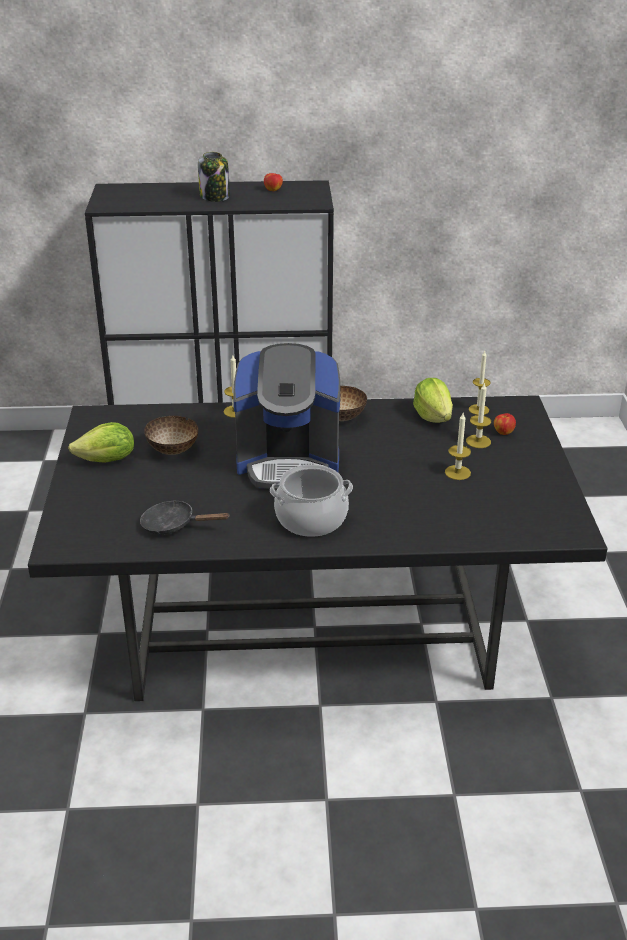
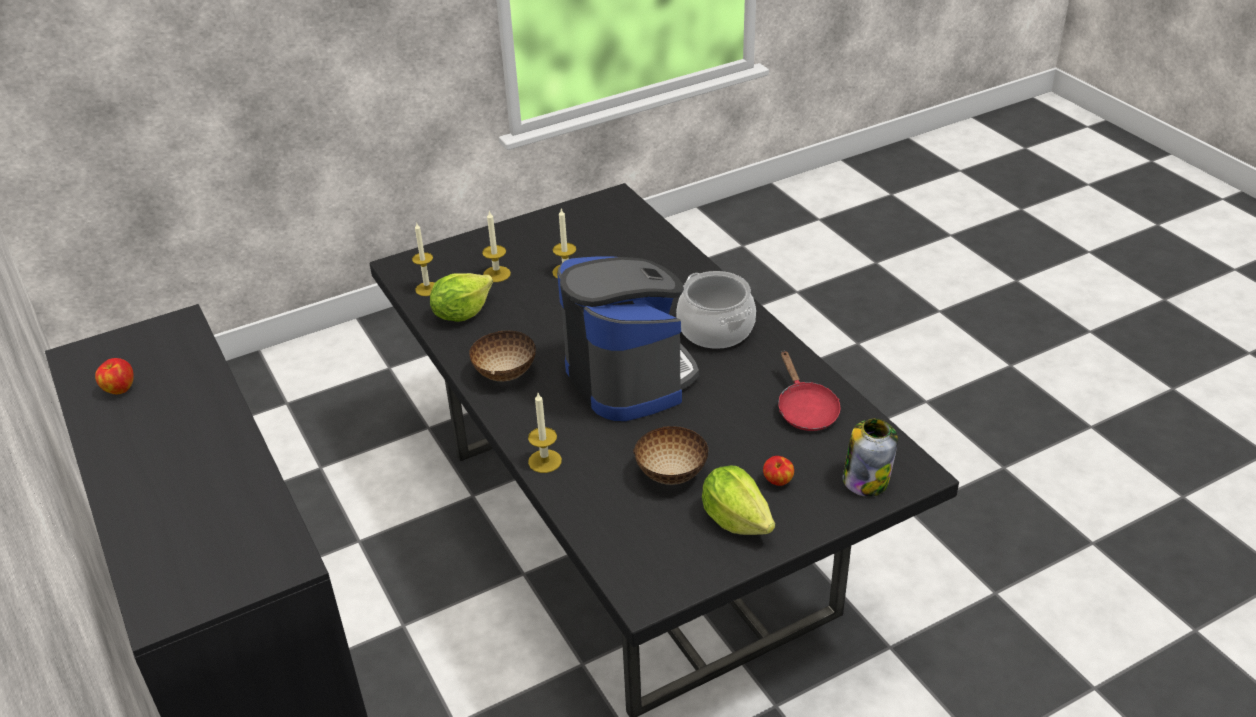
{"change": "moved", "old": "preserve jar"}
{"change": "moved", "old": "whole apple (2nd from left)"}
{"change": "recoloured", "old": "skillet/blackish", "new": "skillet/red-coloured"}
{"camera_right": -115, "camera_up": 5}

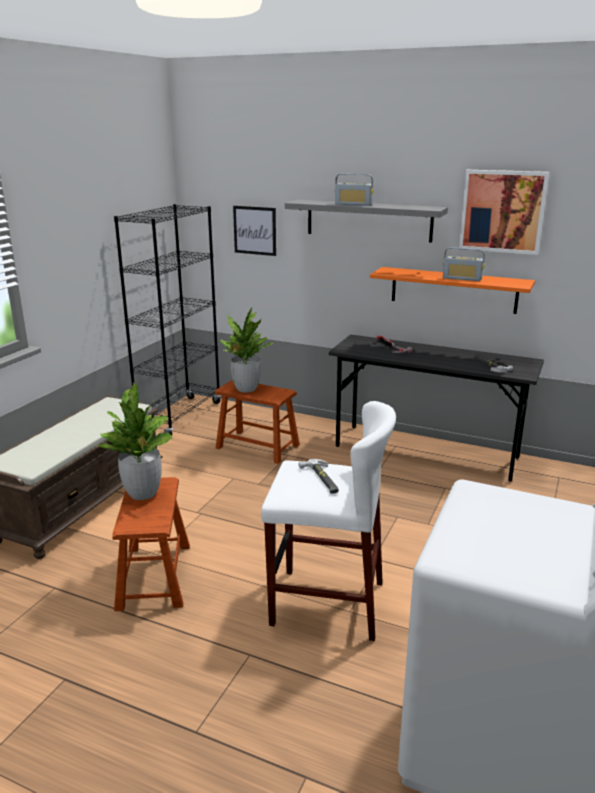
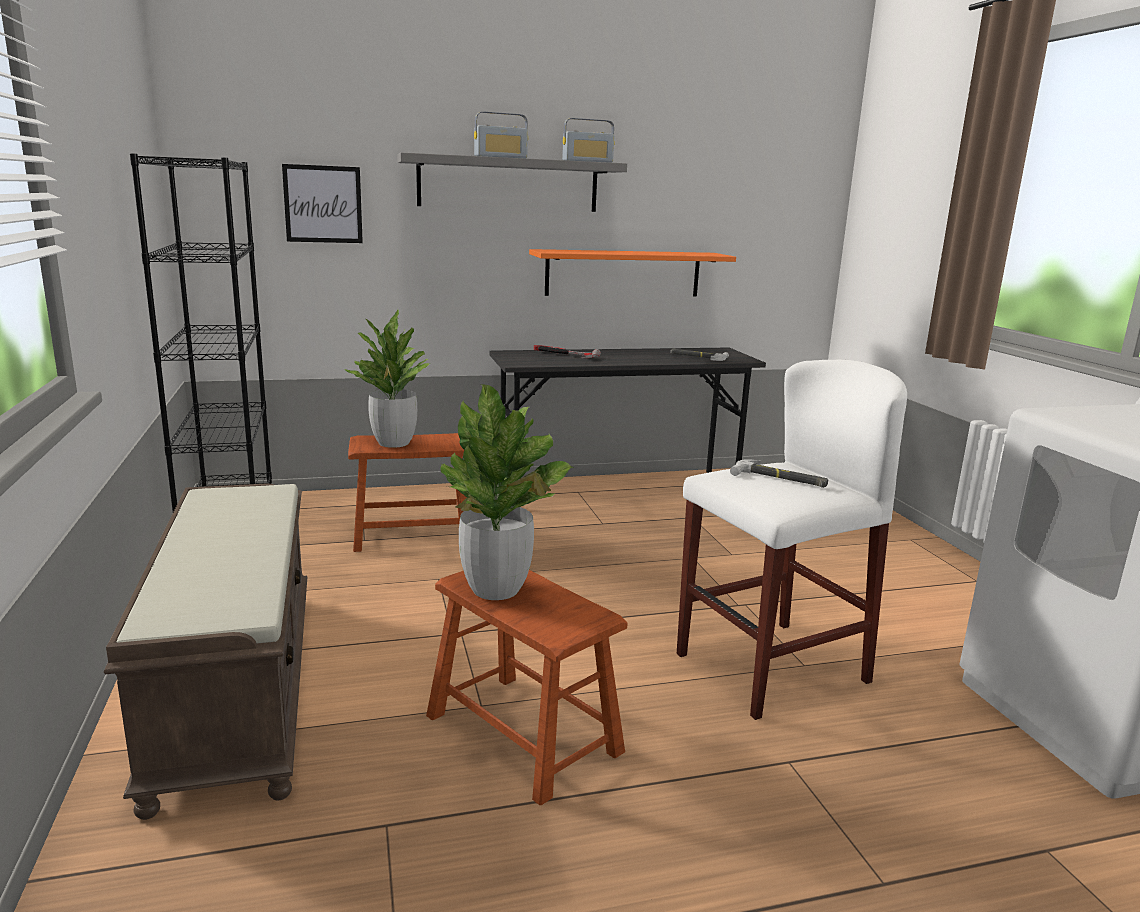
{"change": "removed", "old": "wall picture (2nd from left)"}
{"change": "moved", "old": "radio (2nd from left)"}
{"camera_right": -40, "camera_up": -5}

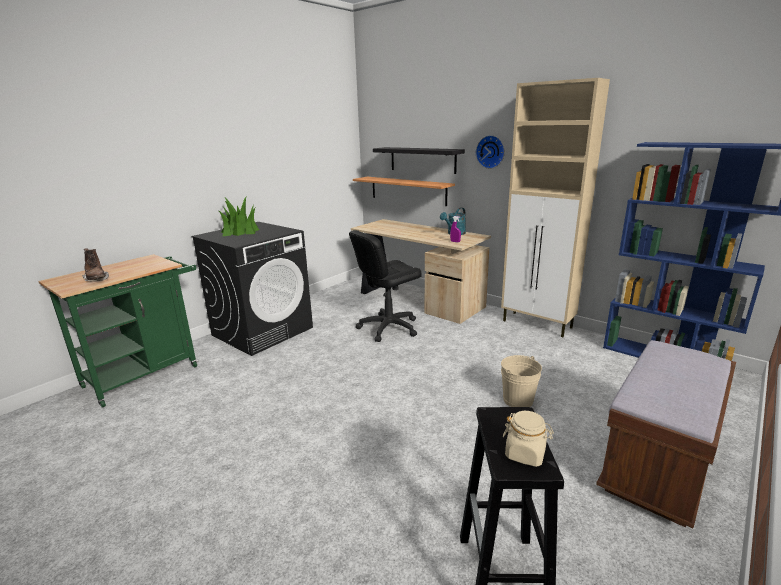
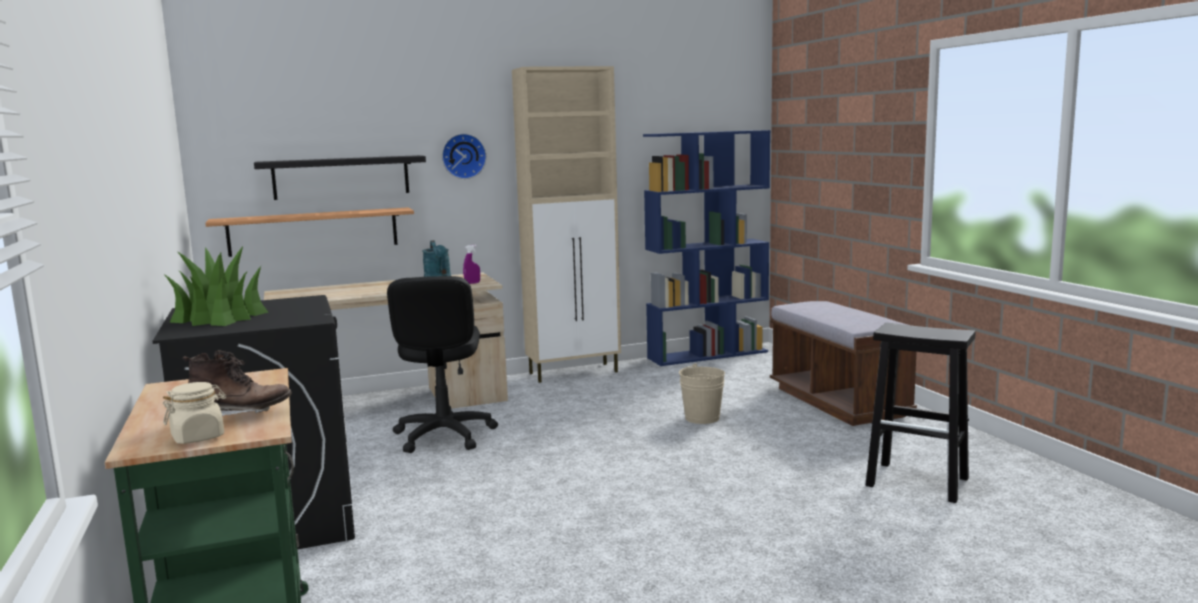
{"change": "moved", "old": "preserve jar/beige-coloured"}
{"camera_right": -60, "camera_up": -10}

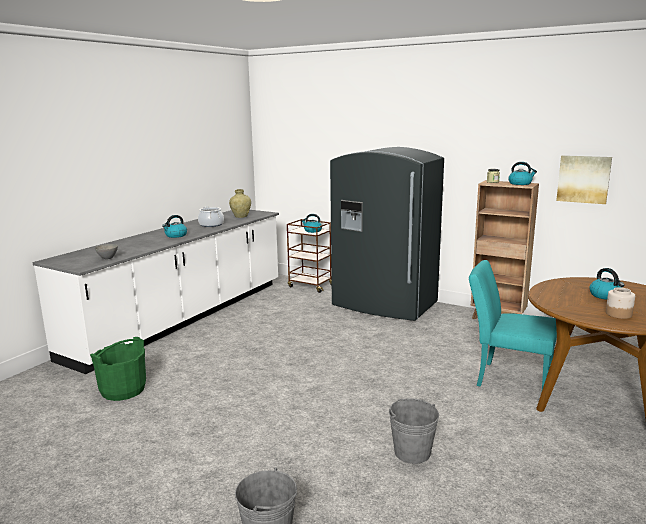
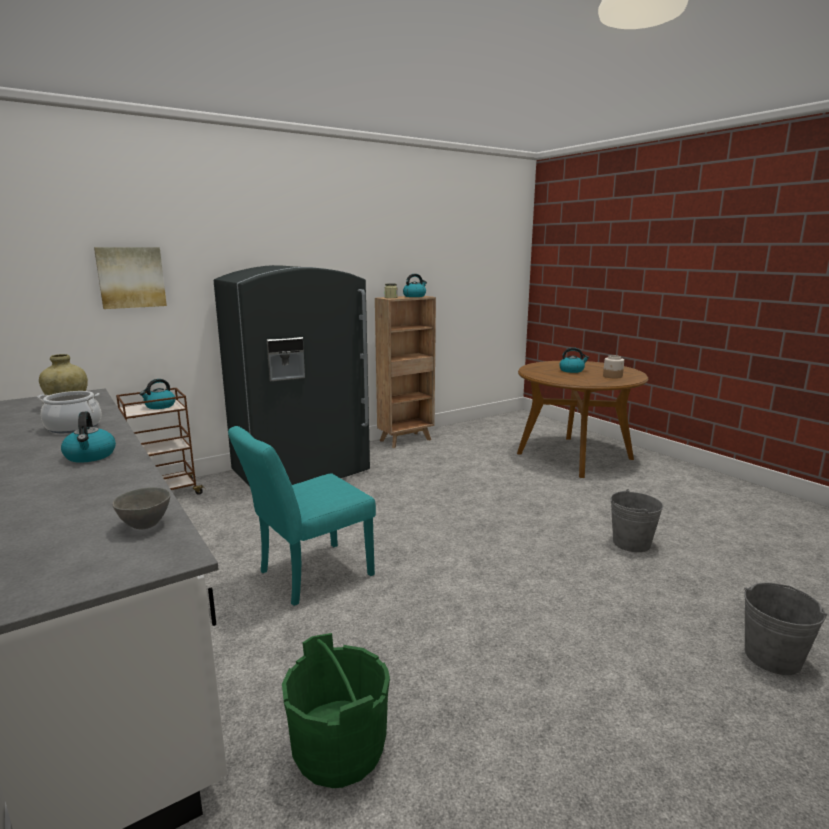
{"change": "moved", "old": "upright chair/turquoise"}
{"change": "moved", "old": "wall picture"}
{"camera_right": -65, "camera_up": 0}

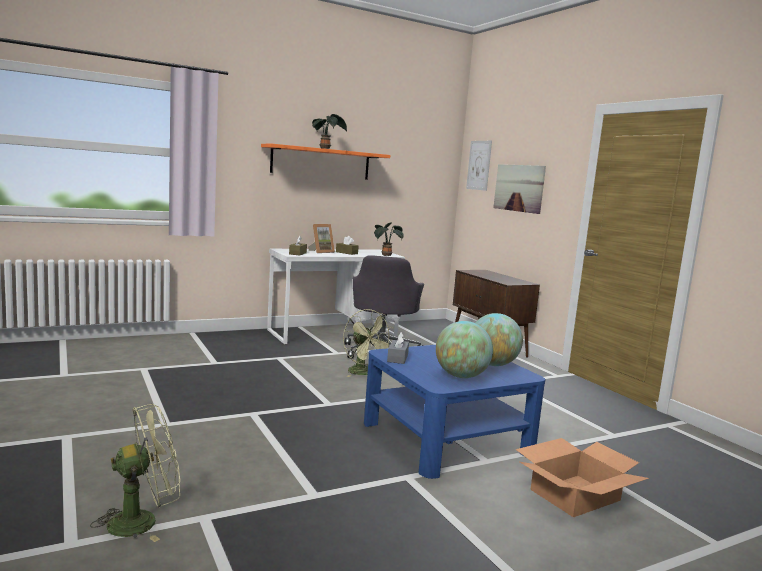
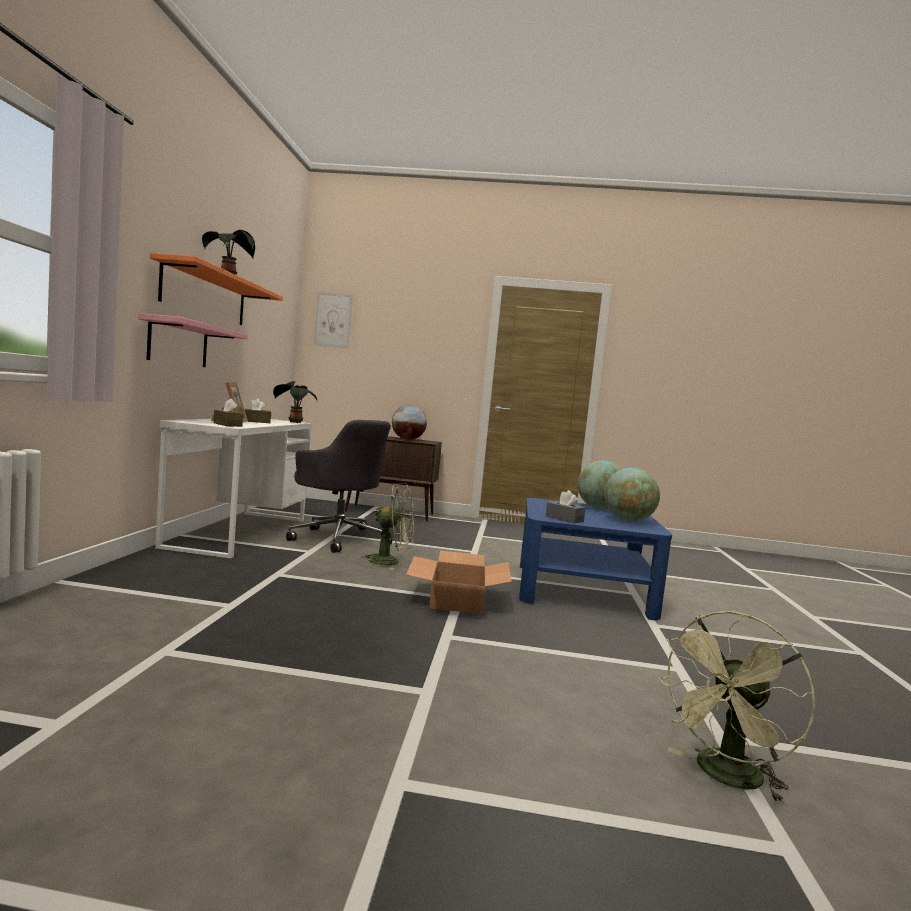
{"change": "removed", "old": "wall picture (2nd from left)"}
{"change": "added", "new": "wall shelf/pinkish"}
{"change": "added", "new": "globe (1st from left)"}
{"change": "moved", "old": "packing box"}
{"change": "turned", "old": "fan/greenish (1st from left in the first image)", "degrees": -135}
{"camera_right": -55, "camera_up": -5}

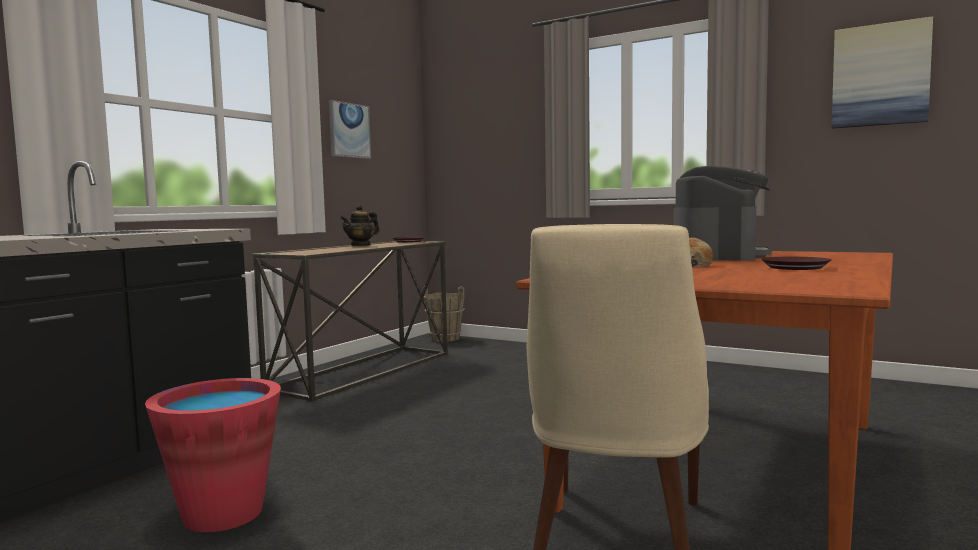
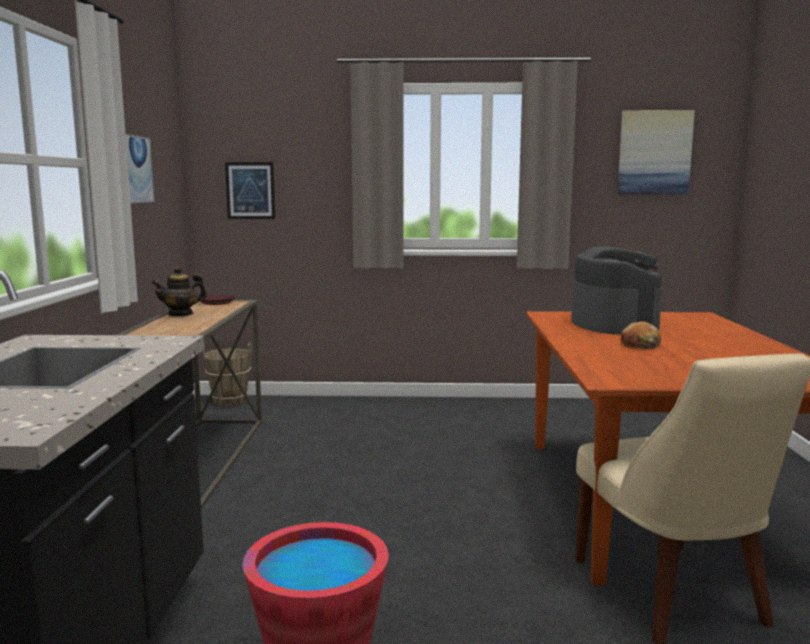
{"change": "removed", "old": "flat dish/brownish (2nd from left)"}
{"change": "added", "new": "wall picture (2nd from left)"}
{"change": "turned", "old": "teapot", "degrees": 45}
{"camera_right": -30, "camera_up": 5}

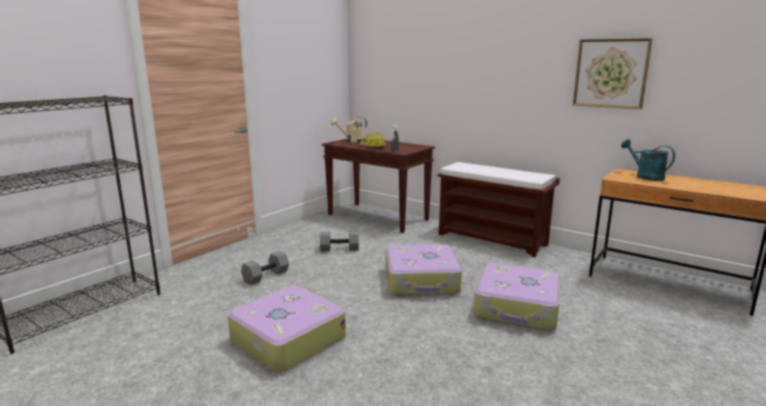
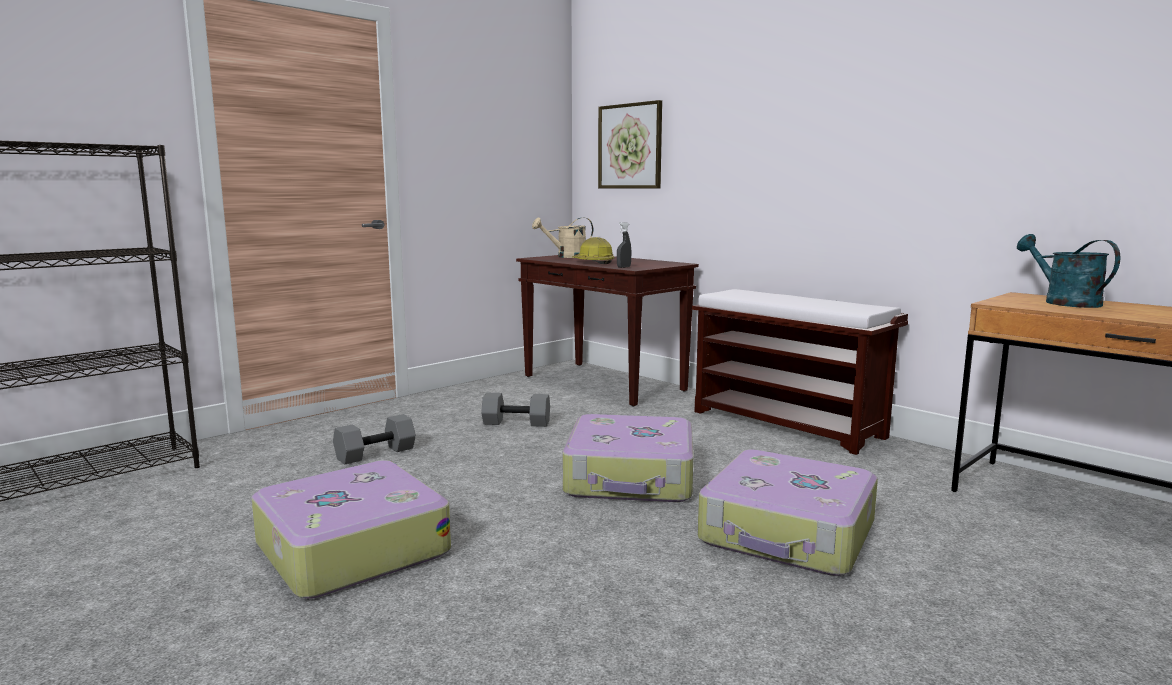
{"change": "moved", "old": "wall picture"}
{"camera_right": 10, "camera_up": -5}

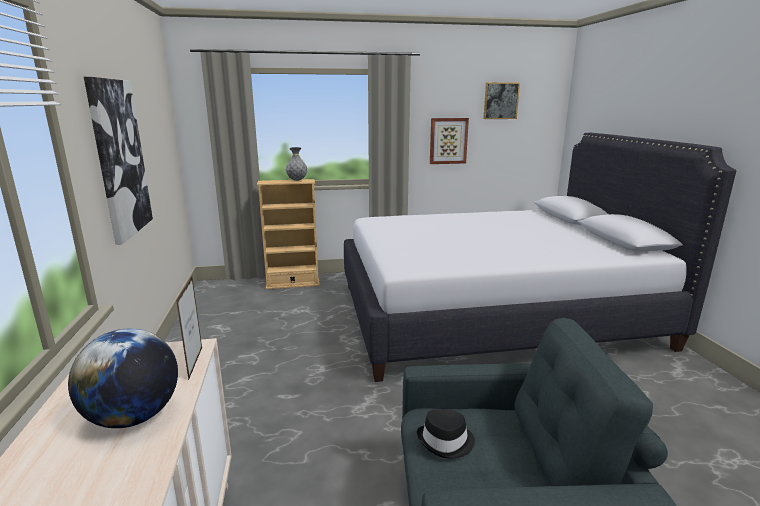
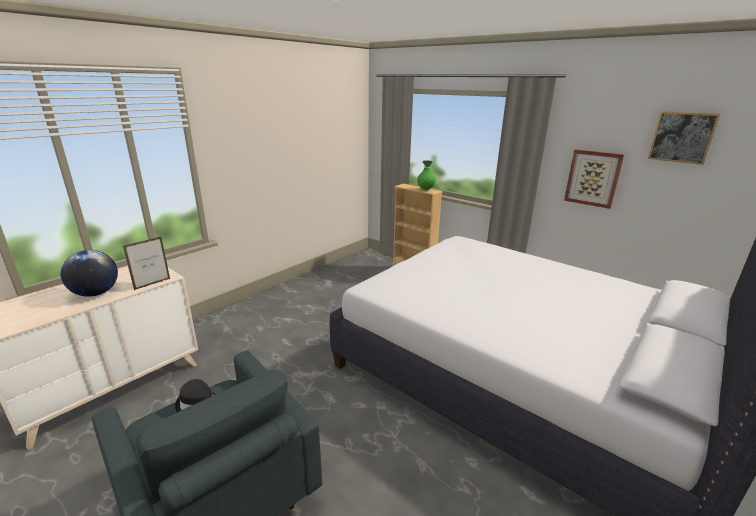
{"change": "removed", "old": "wall picture (1st from left)"}
{"change": "recoloured", "old": "vase/gray", "new": "vase/greenish"}
{"camera_right": 50, "camera_up": 5}

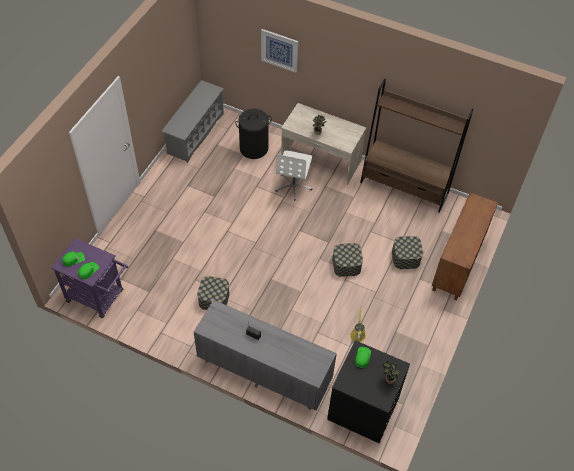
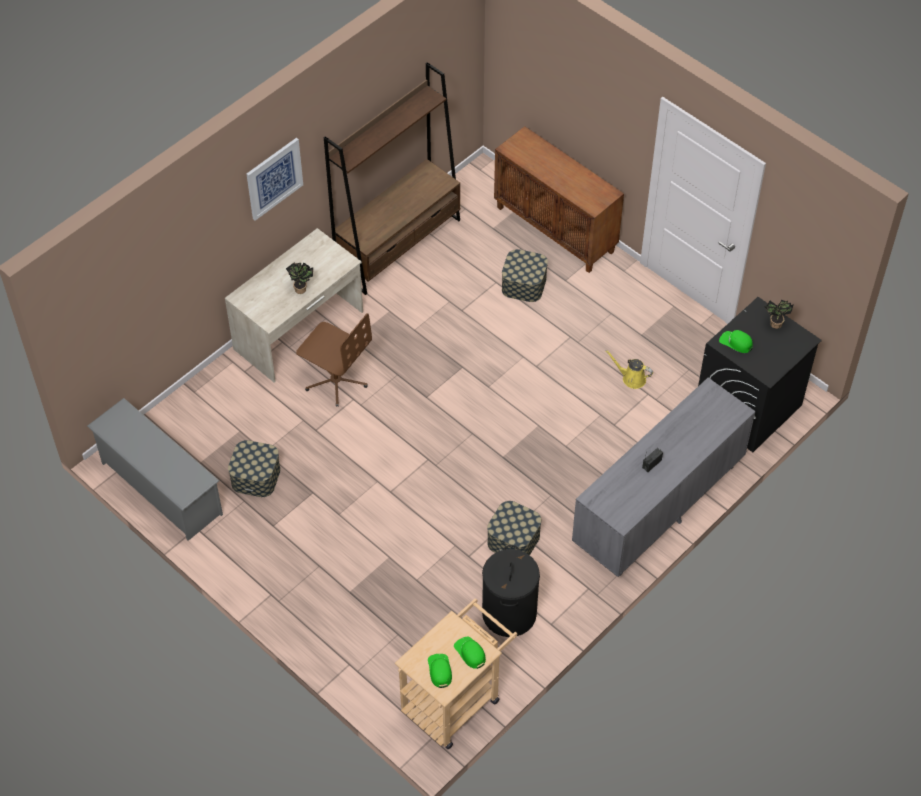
{"change": "moved", "old": "hamper/blackish"}
{"change": "moved", "old": "wall picture"}
{"change": "moved", "old": "storage bin (2nd from left in the first image)", "new": "storage bin (1st from left)"}
{"change": "recoloured", "old": "cart/purplish", "new": "cart/beige-coloured"}
{"change": "recoloured", "old": "desk chair/white", "new": "desk chair/brownish"}
{"camera_right": -70, "camera_up": 0}

